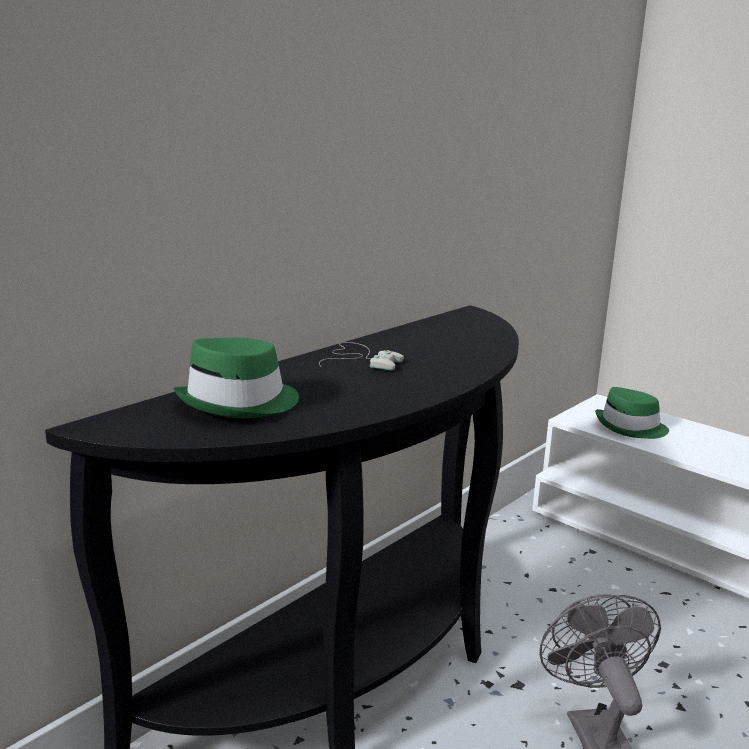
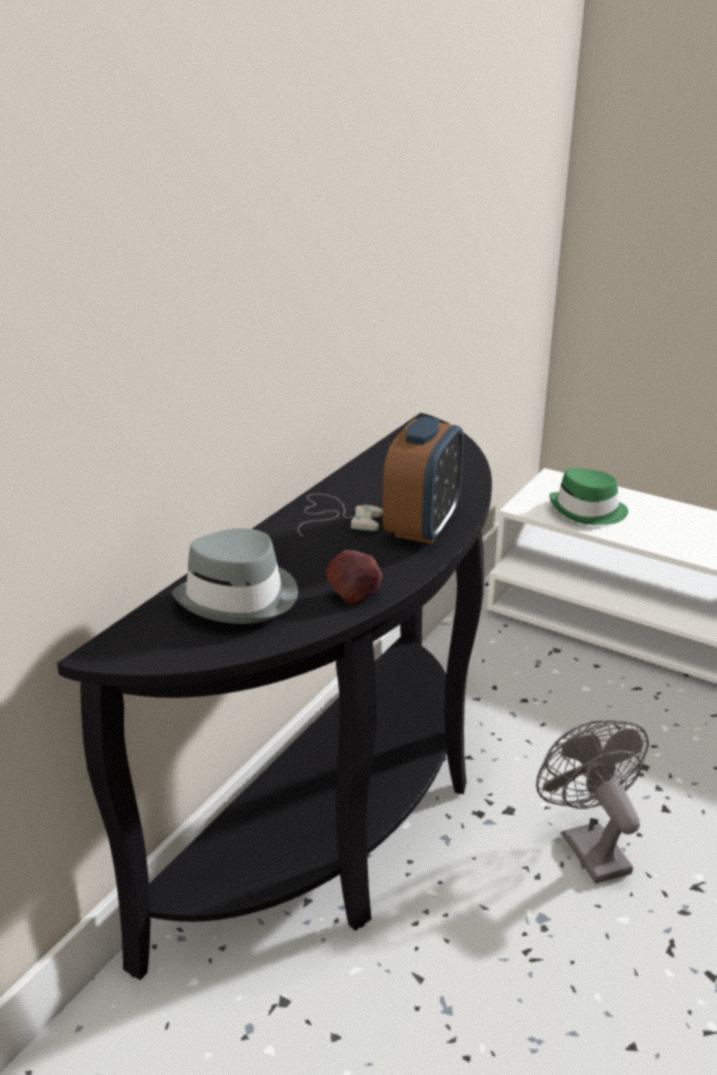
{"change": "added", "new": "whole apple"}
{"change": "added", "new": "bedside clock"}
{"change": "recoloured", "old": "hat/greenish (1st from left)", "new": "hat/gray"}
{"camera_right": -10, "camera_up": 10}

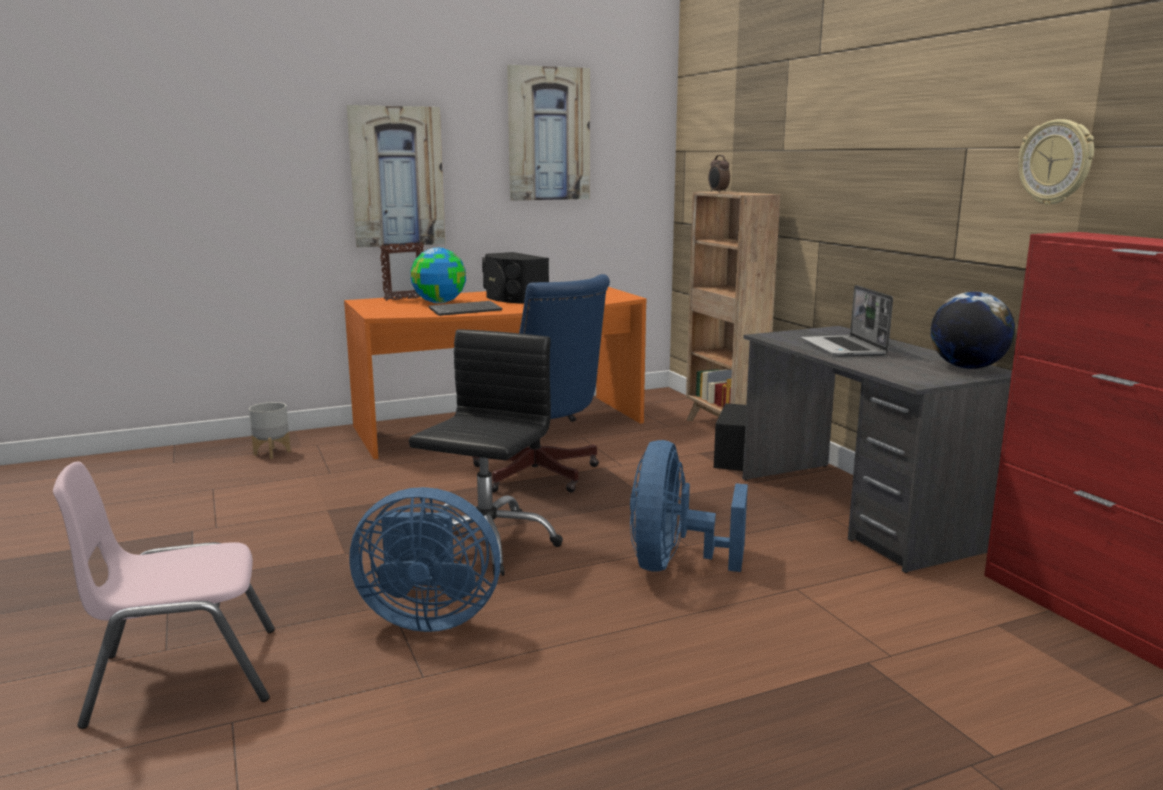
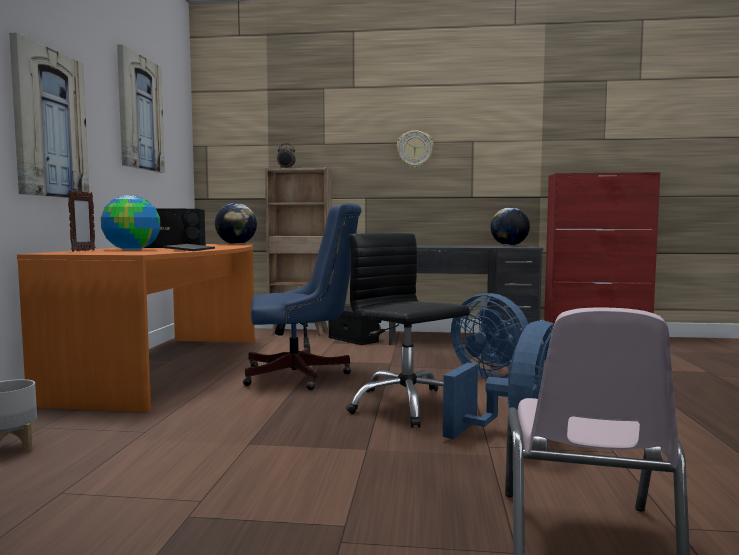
{"change": "removed", "old": "notebook computer"}
{"change": "added", "new": "globe (2nd from left)"}
{"change": "moved", "old": "clock on the wall"}
{"camera_right": -60, "camera_up": -10}

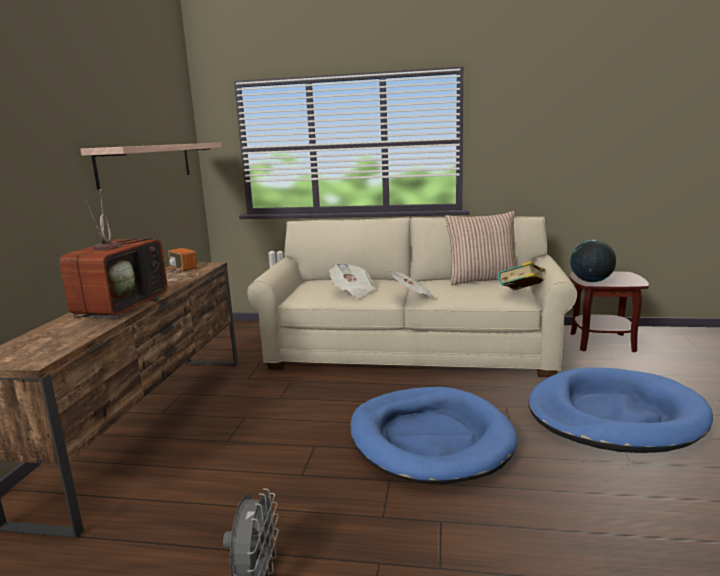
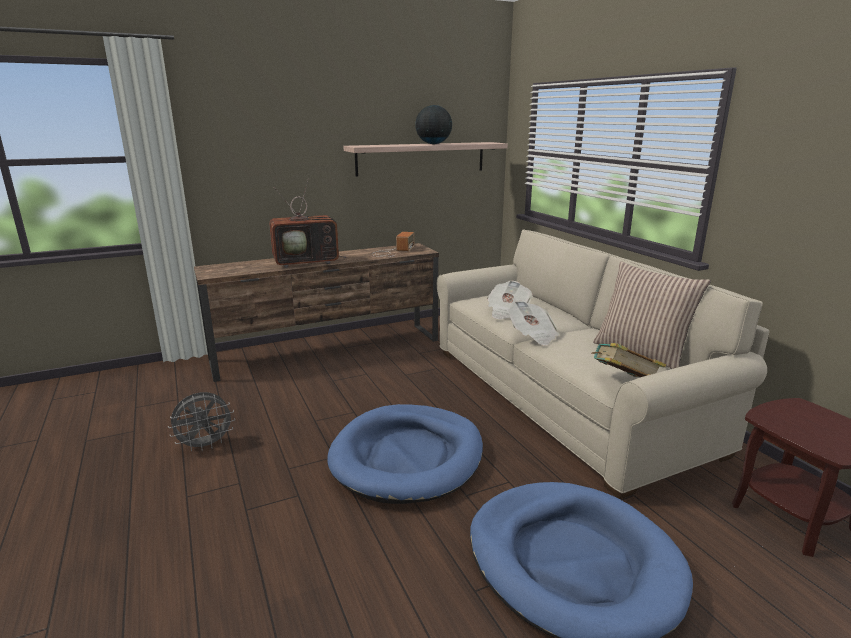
{"change": "moved", "old": "globe"}
{"camera_right": 55, "camera_up": 5}

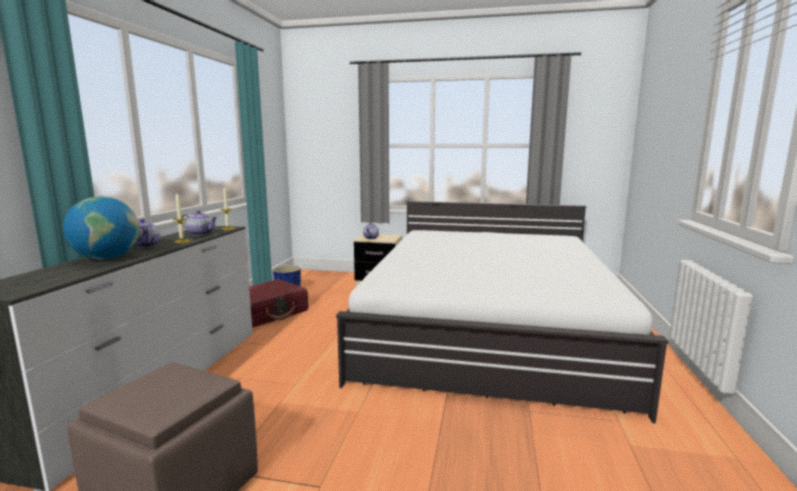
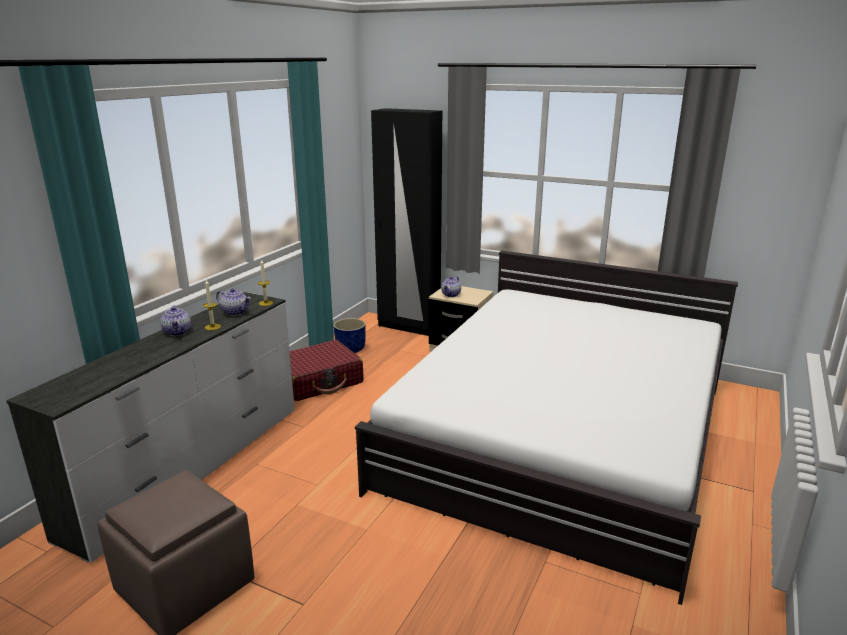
{"change": "removed", "old": "globe"}
{"change": "added", "new": "clothes cupboard/blackish"}
{"camera_right": 15, "camera_up": 10}

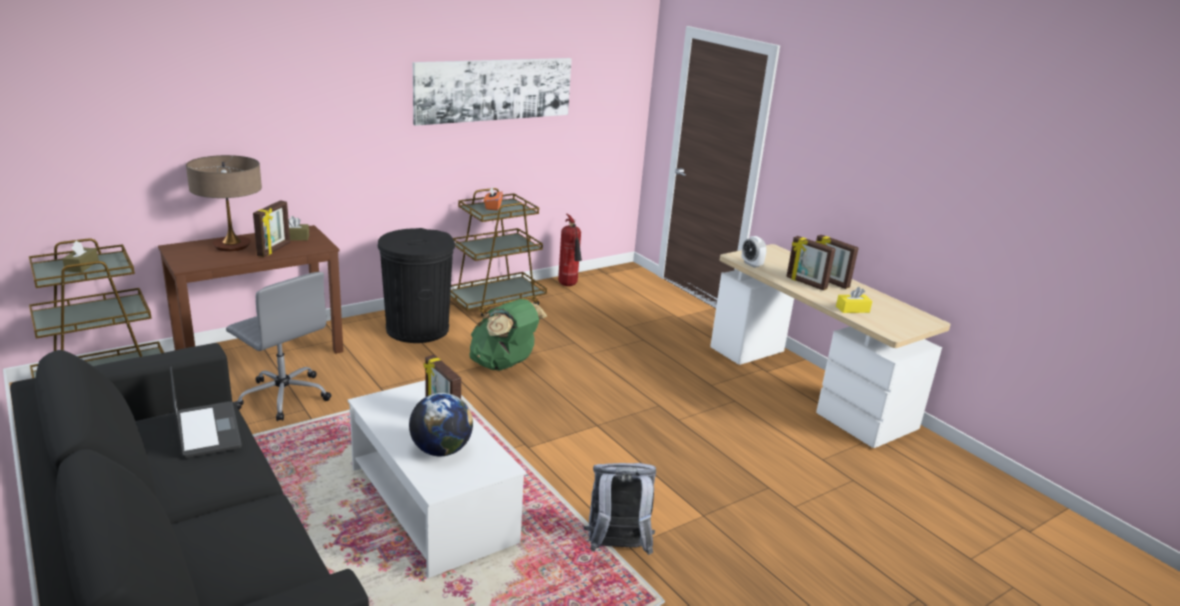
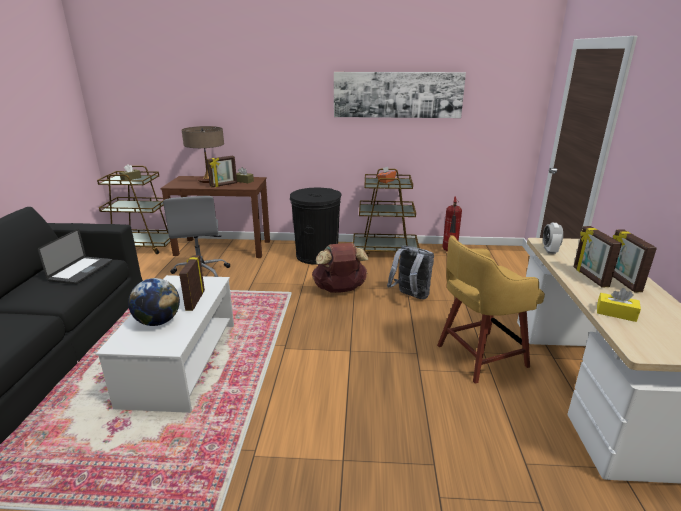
{"change": "added", "new": "stool/yellow"}
{"change": "moved", "old": "knapsack/gray"}
{"change": "recoloured", "old": "knapsack/greenish", "new": "knapsack/brownish"}
{"camera_right": 40, "camera_up": 0}

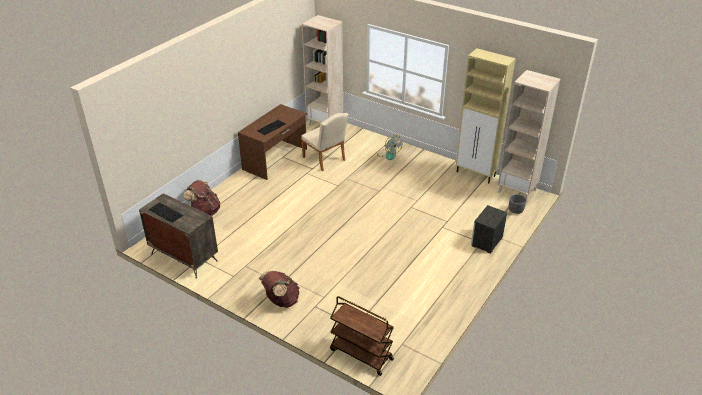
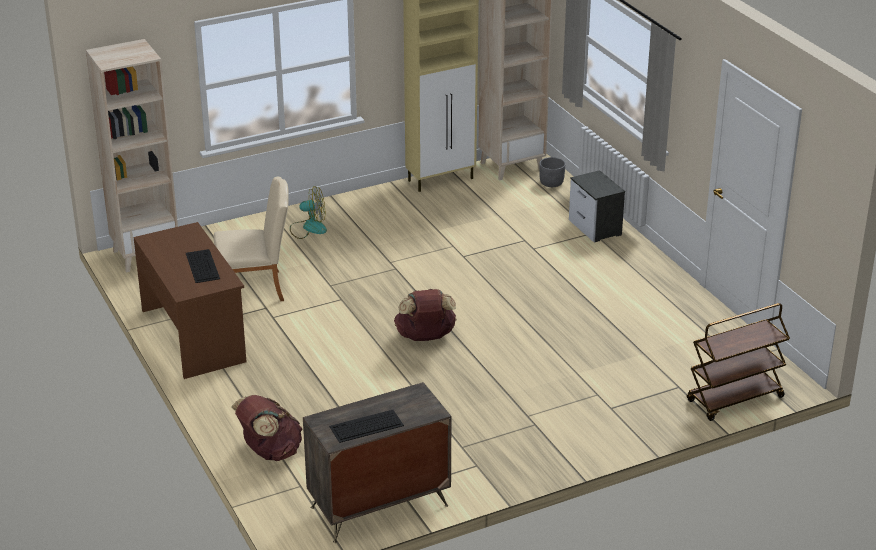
{"change": "moved", "old": "knapsack/brownish (2nd from left)"}
{"camera_right": -60, "camera_up": -5}

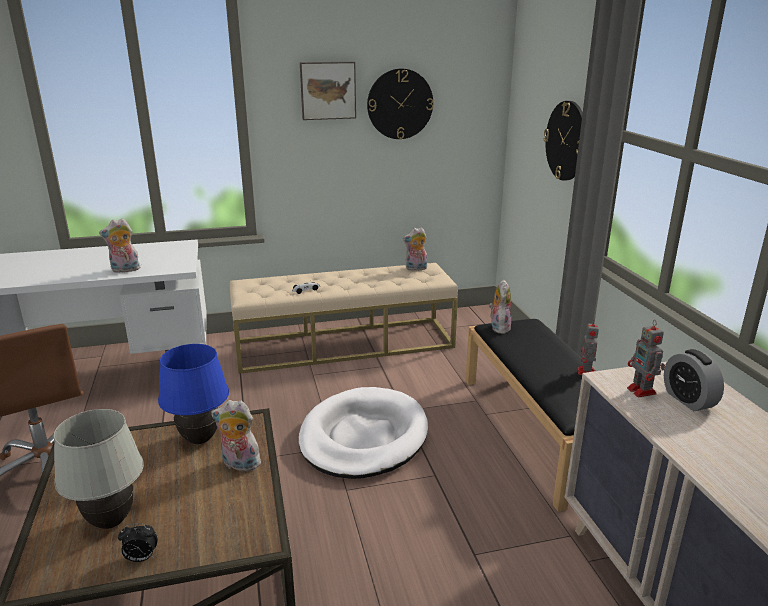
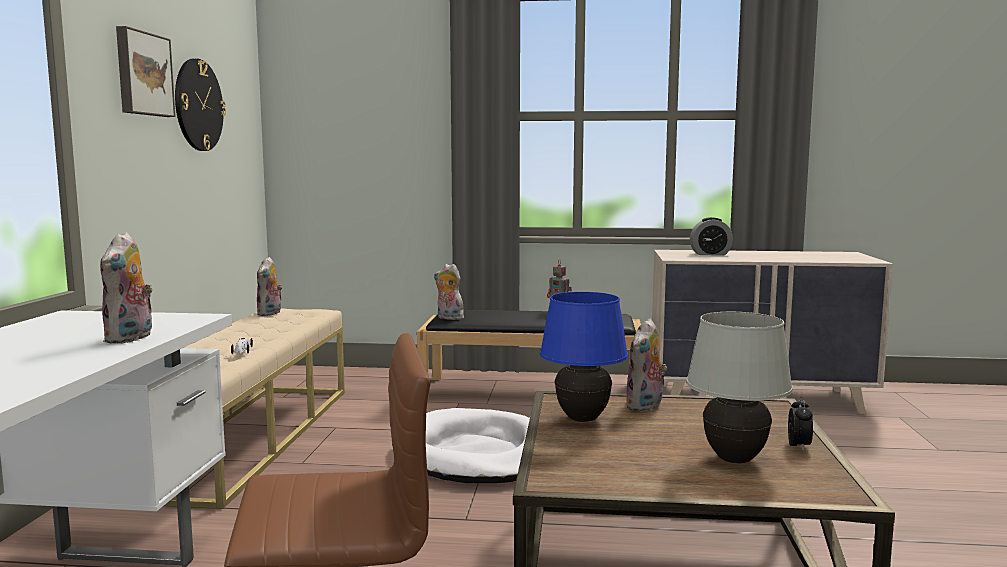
{"change": "removed", "old": "clock on the wall (2nd from left)"}
{"change": "removed", "old": "robot figure (2nd from left)"}
{"camera_right": -70, "camera_up": -15}

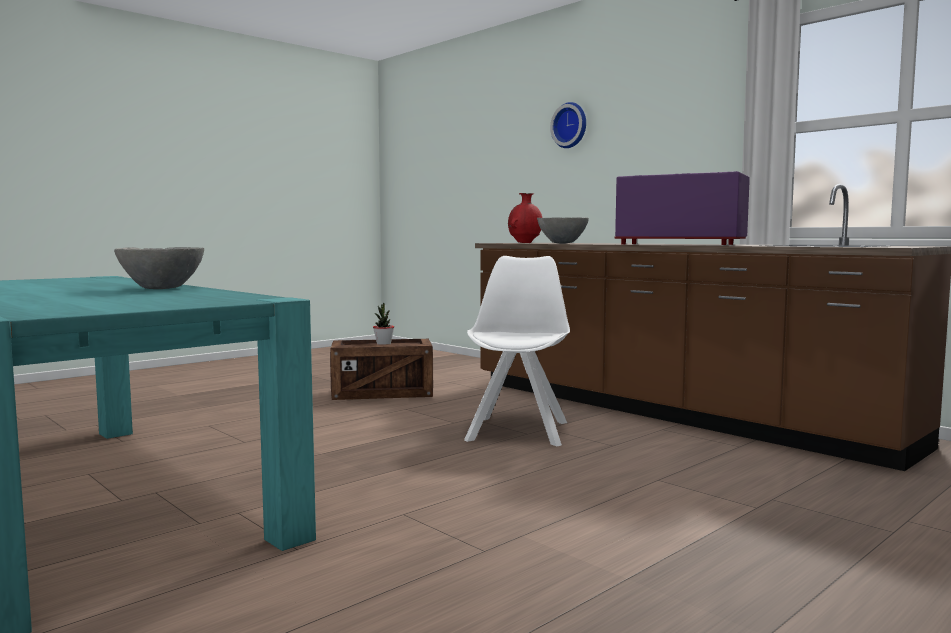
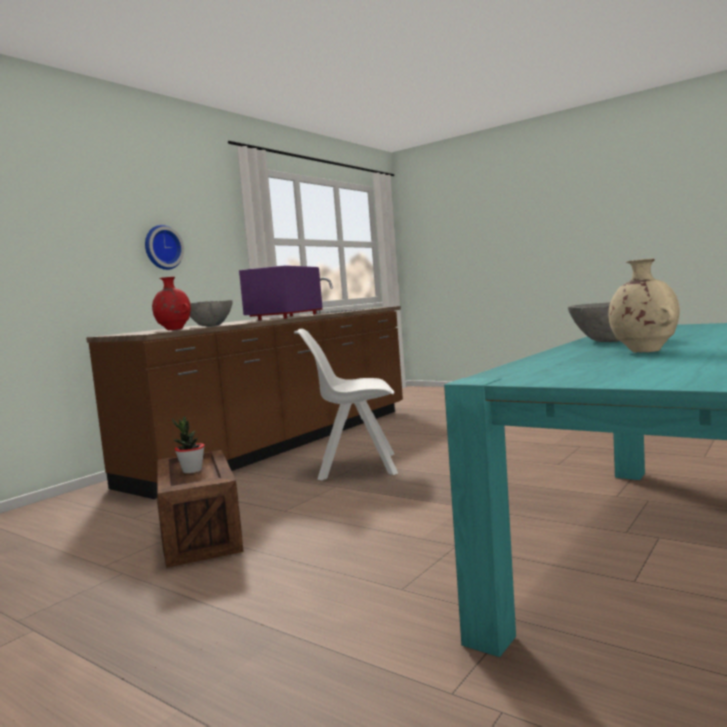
{"change": "added", "new": "vase/beige-coloured"}
{"change": "moved", "old": "clock on the wall"}
{"camera_right": -100, "camera_up": 0}

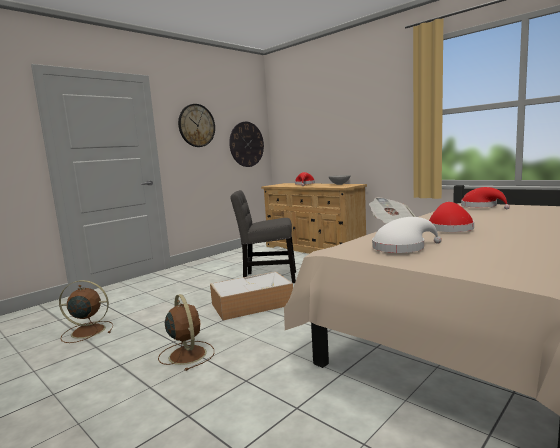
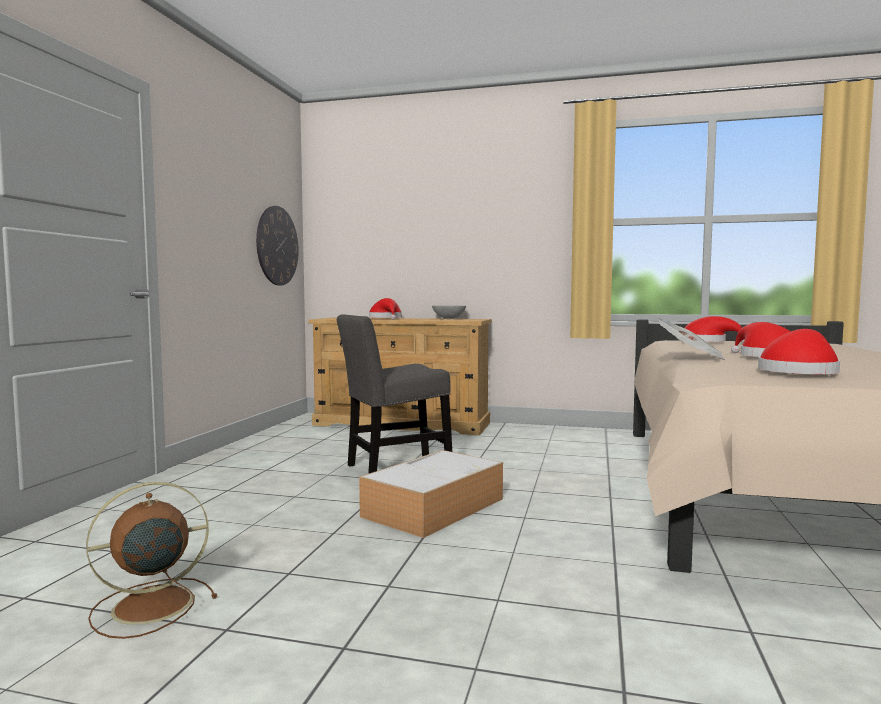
{"change": "removed", "old": "fan/brownish (2nd from left)"}
{"change": "removed", "old": "clock on the wall (1st from left)"}
{"change": "recoloured", "old": "hat/white", "new": "hat/red-coloured (4th from left)"}
{"camera_right": -30, "camera_up": -5}

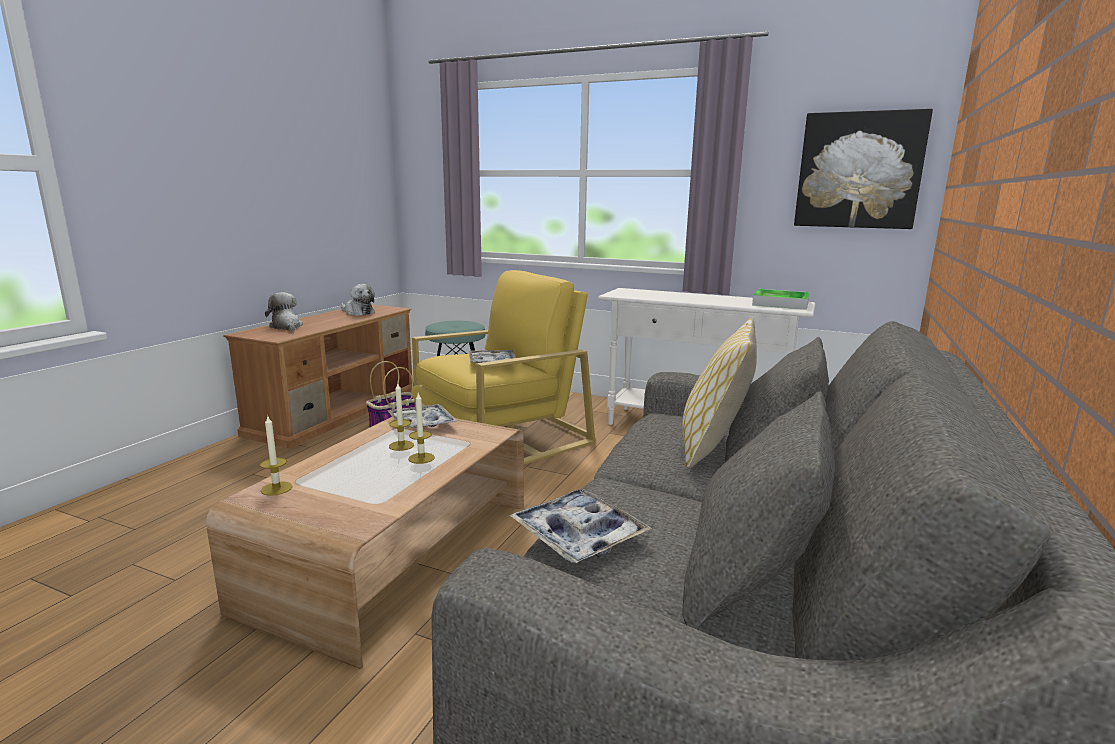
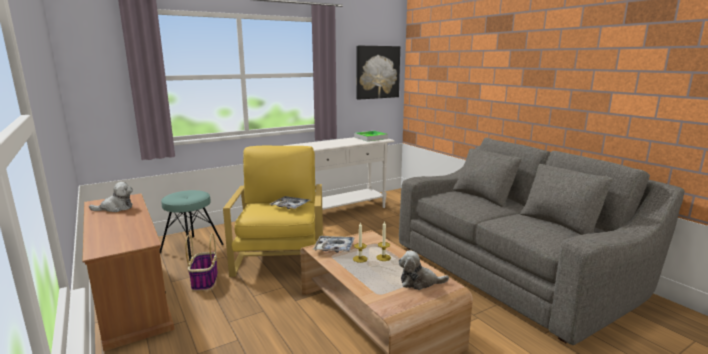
{"change": "removed", "old": "candle (1st from left)"}
{"change": "removed", "old": "serving tray (3rd from left)"}
{"change": "removed", "old": "throw pillow"}
{"change": "moved", "old": "cuddly toy (1st from left in the first image)", "new": "cuddly toy (2nd from left)"}
{"camera_right": -55, "camera_up": 0}

